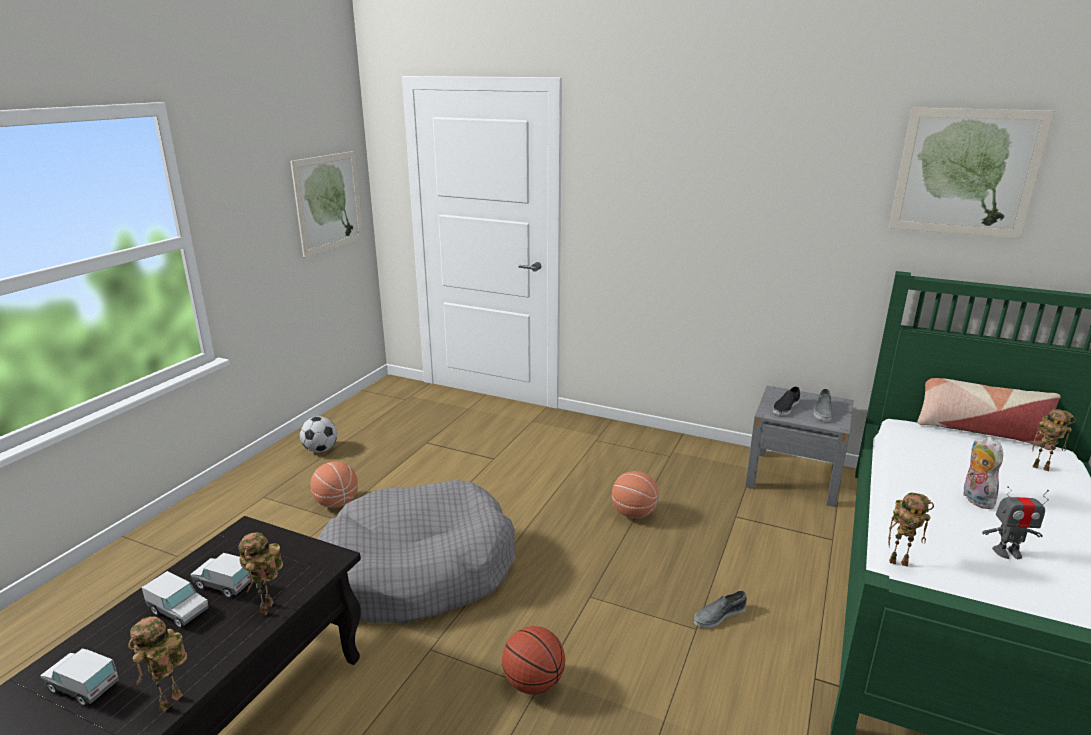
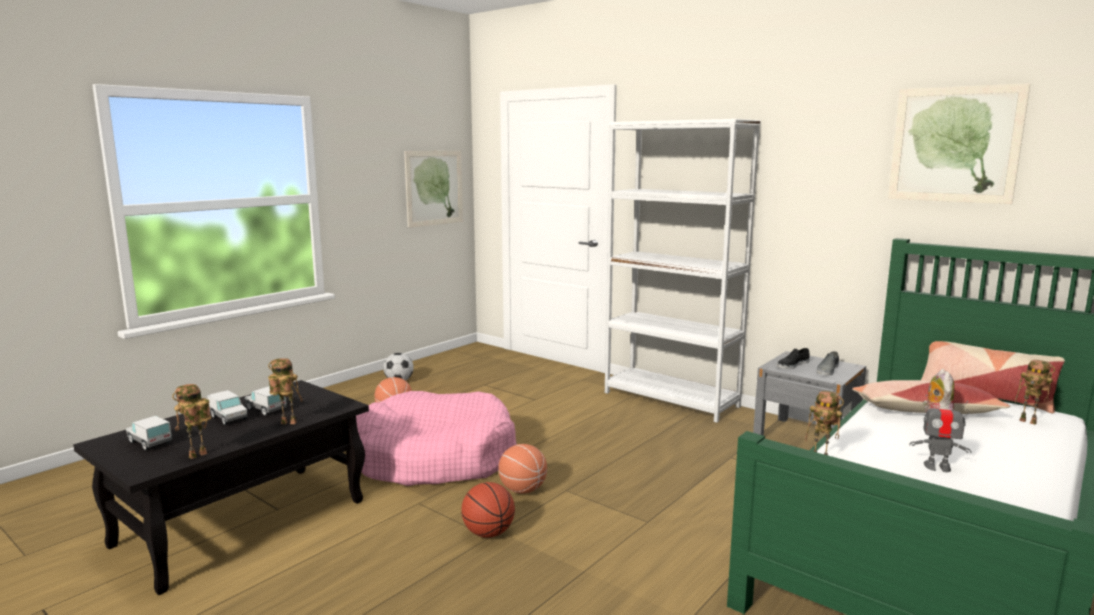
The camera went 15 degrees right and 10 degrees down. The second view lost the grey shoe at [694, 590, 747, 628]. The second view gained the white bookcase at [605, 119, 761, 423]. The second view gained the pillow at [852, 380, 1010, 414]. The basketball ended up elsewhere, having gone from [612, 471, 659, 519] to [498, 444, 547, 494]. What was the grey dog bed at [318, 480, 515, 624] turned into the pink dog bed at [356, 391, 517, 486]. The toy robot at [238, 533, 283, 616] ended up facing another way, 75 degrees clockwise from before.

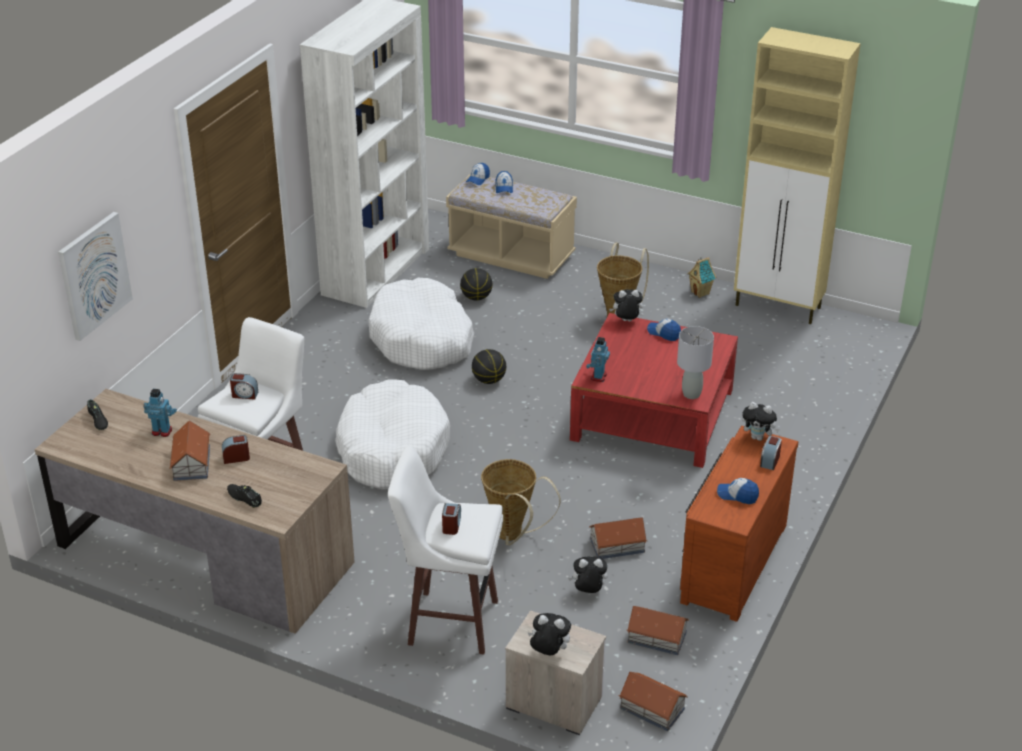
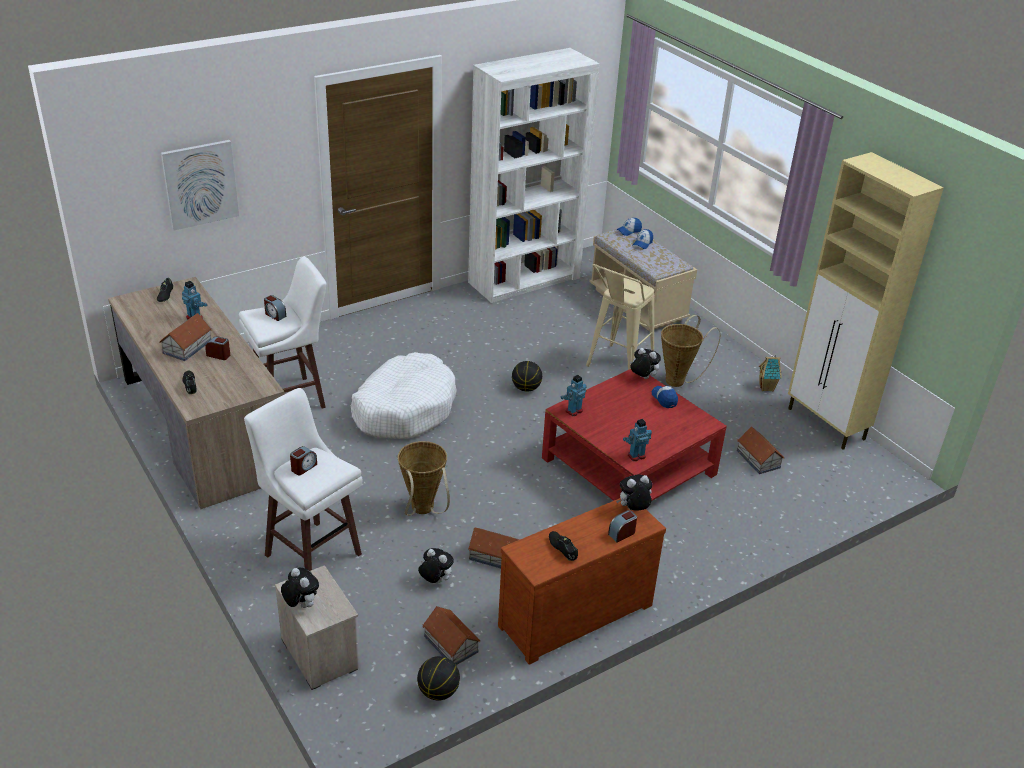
The camera went 30 degrees right and 0 degrees up. The second view lost the white dog bed at [368, 278, 474, 370]. The second view gained the beige stool at [586, 264, 654, 370]. The basketball ended up elsewhere, having gone from [460, 268, 492, 300] to [417, 656, 460, 701]. The toy house ended up elsewhere, having gone from [619, 672, 688, 731] to [737, 427, 785, 474]. Where the grey table lamp stood at [677, 326, 714, 399], the toy robot came to stand at [623, 419, 652, 461]. Where the cap stood at [717, 478, 759, 504], the black shoe came to stand at [549, 531, 578, 561]. The plush toy at [742, 402, 780, 441] ended up facing another way, 105 degrees clockwise from before.

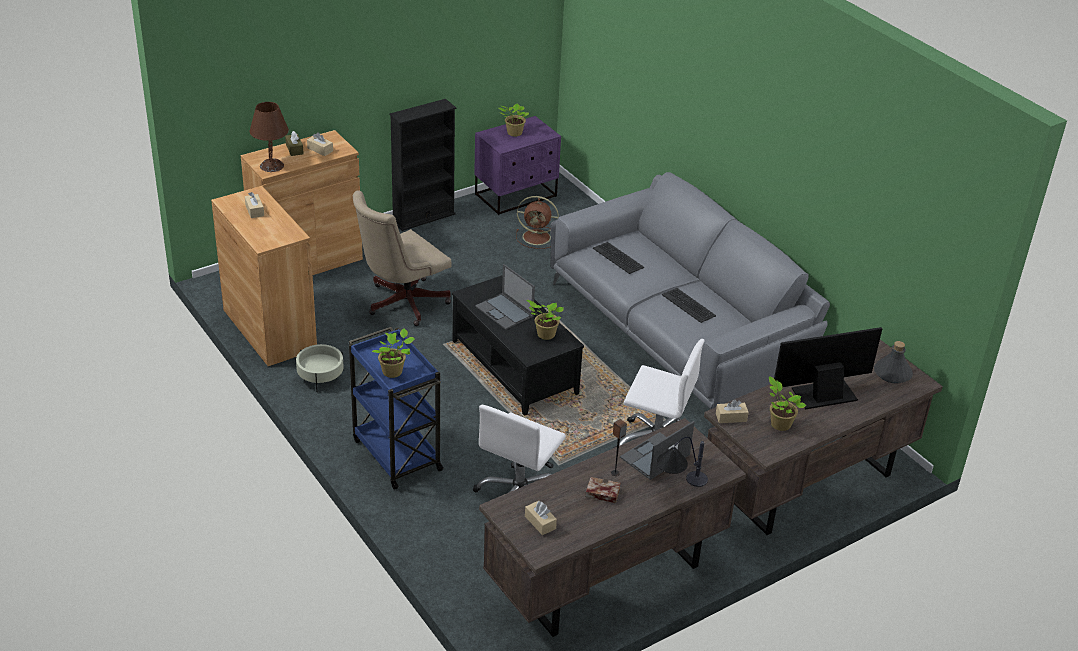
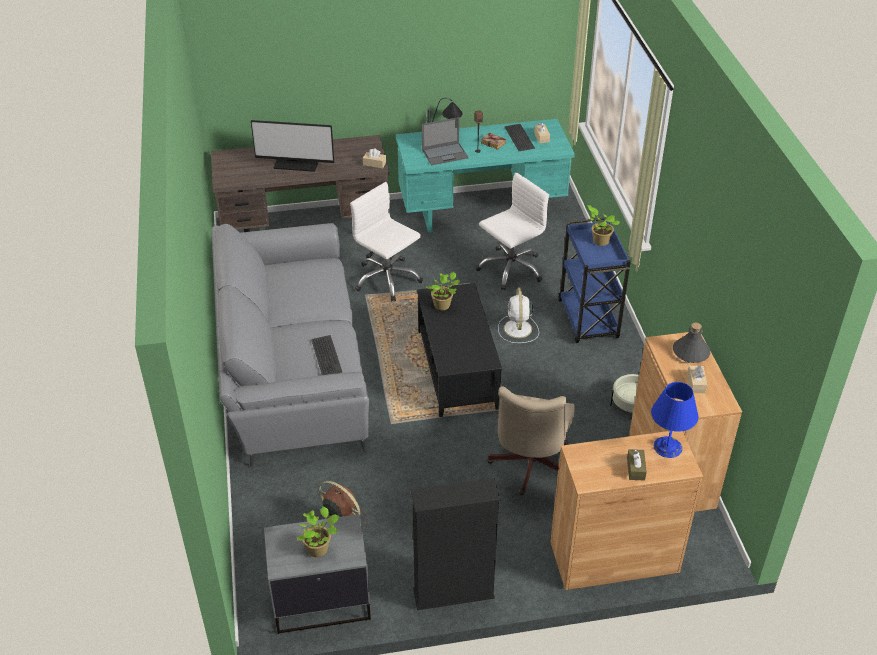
The camera went 155 degrees left and 5 degrees up. The second view lost the beige tissue box at [307, 132, 333, 156]. The second view lost the laptop at [475, 264, 535, 330]. The second view lost the potted plant at [769, 376, 807, 431]. The second view gained the white fan at [498, 287, 539, 343]. The keyboard ended up elsewhere, having gone from [662, 288, 716, 323] to [505, 124, 535, 151]. The grey bottle ended up elsewhere, having gone from [874, 341, 913, 384] to [673, 323, 710, 363]. What was the brown table lamp at [250, 102, 289, 172] turned into the blue table lamp at [651, 382, 698, 458]. What was the purple nightstand at [474, 116, 561, 215] turned into the grey nightstand at [264, 514, 371, 634]. What was the brown desk at [479, 418, 746, 637] turned into the turquoise desk at [396, 119, 575, 233]. The beige office chair at [353, 191, 452, 326] ended up facing another way, 120 degrees clockwise from before.

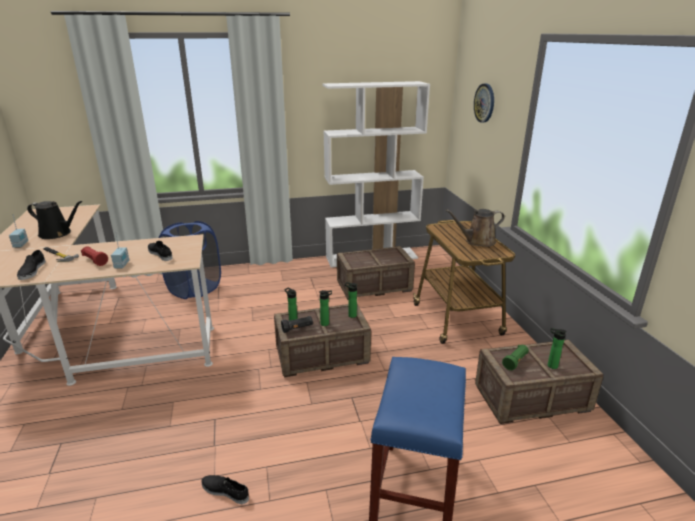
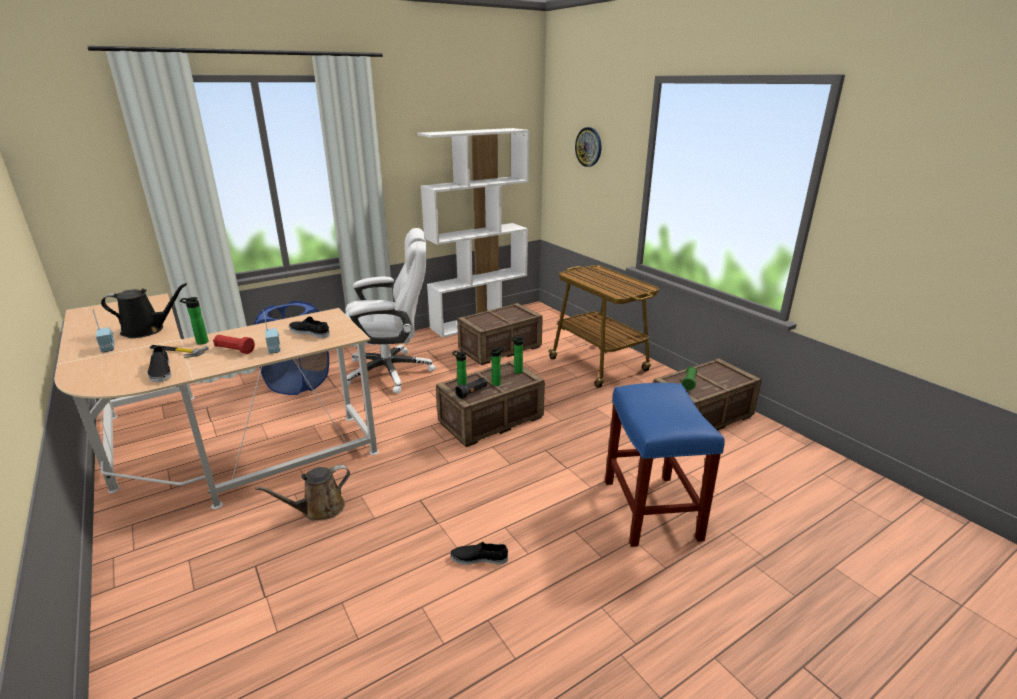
The camera went 20 degrees left and 0 degrees up. The second view gained the white office chair at [345, 228, 436, 394]. The brown watering can ended up elsewhere, having gone from [445, 209, 505, 247] to [255, 465, 350, 521]. The bottle ended up elsewhere, having gone from [548, 328, 567, 369] to [180, 297, 208, 345].

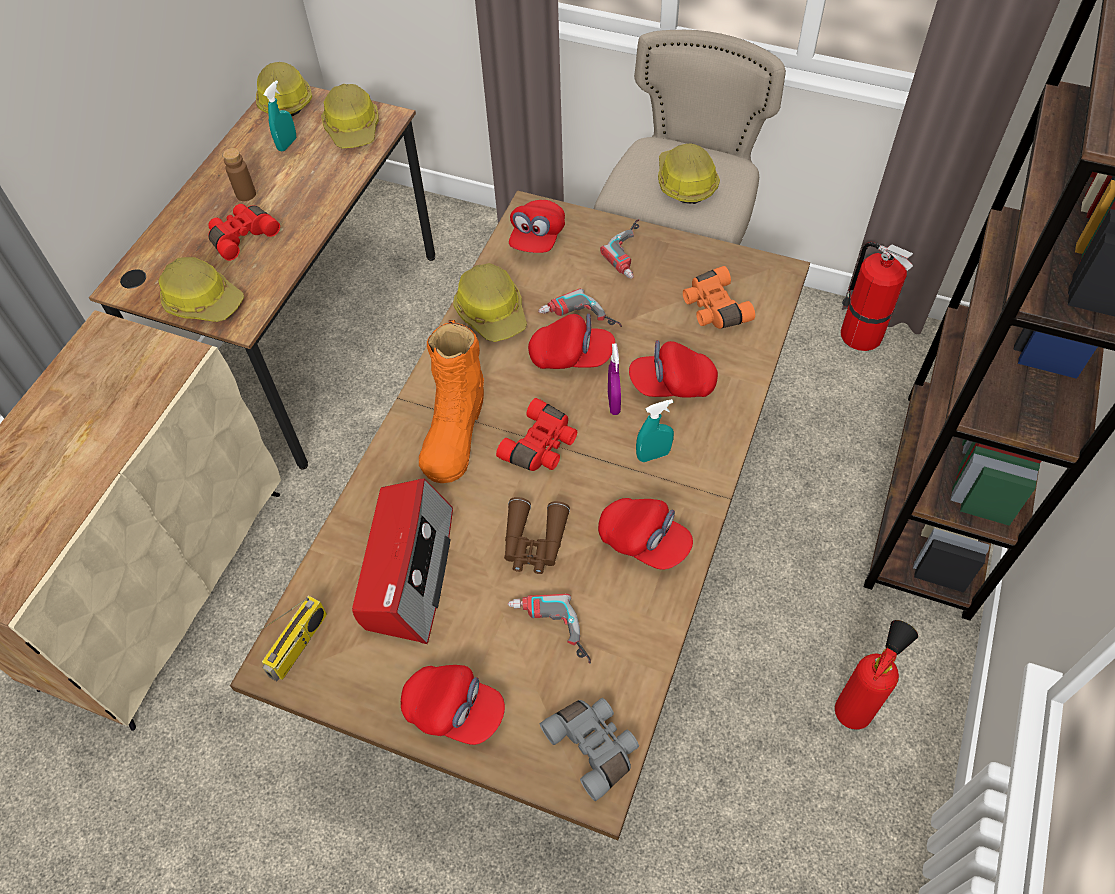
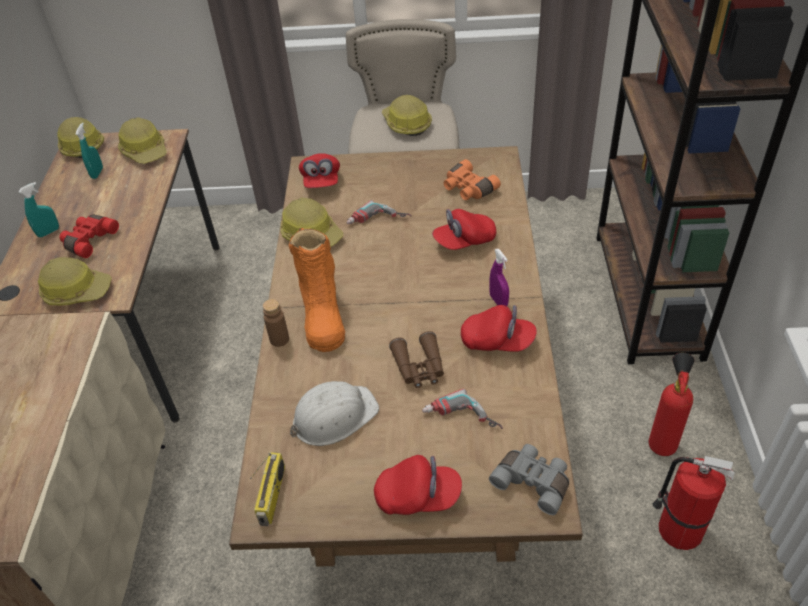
The camera went 20 degrees left and 10 degrees down. The second view lost the red binoculars at [496, 398, 577, 471]. The second view lost the red cap at [528, 314, 615, 369]. The second view lost the power drill at [600, 219, 639, 279]. The brown bottle ended up elsewhere, having gone from [222, 148, 256, 201] to [263, 299, 289, 347]. The purple spray bottle ended up elsewhere, having gone from [608, 343, 621, 415] to [489, 249, 509, 306]. The turquoise spray bottle ended up elsewhere, having gone from [636, 399, 674, 462] to [19, 182, 59, 237]. The fire extinguisher ended up elsewhere, having gone from [841, 242, 913, 351] to [653, 456, 735, 550]. Where the radio stood at [352, 479, 453, 644], the white hard hat came to stand at [290, 381, 379, 446].

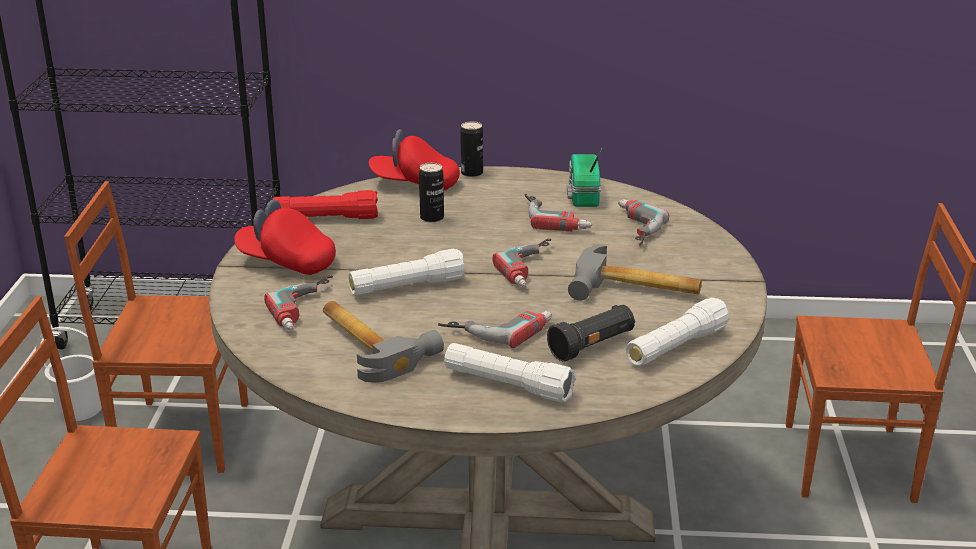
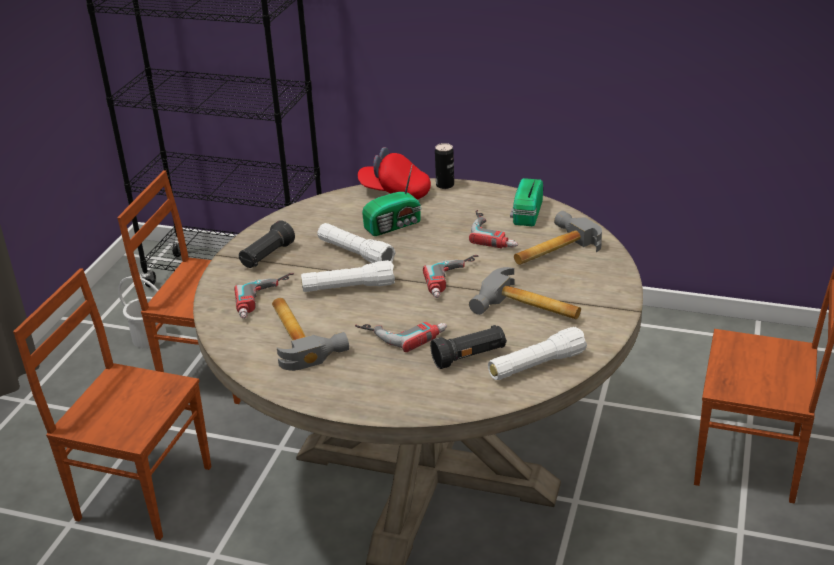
The camera went 15 degrees right and 5 degrees up. The second view lost the red flashlight at [272, 190, 378, 219]. The white flashlight ended up elsewhere, having gone from [444, 343, 576, 402] to [317, 223, 396, 263]. Where the red cap stood at [234, 199, 336, 275], the black flashlight came to stand at [239, 220, 295, 268]. Where the can stood at [419, 163, 444, 223], the radio came to stand at [362, 166, 421, 236]. Where the power drill stood at [618, 199, 669, 246], the hammer came to stand at [514, 211, 602, 265].

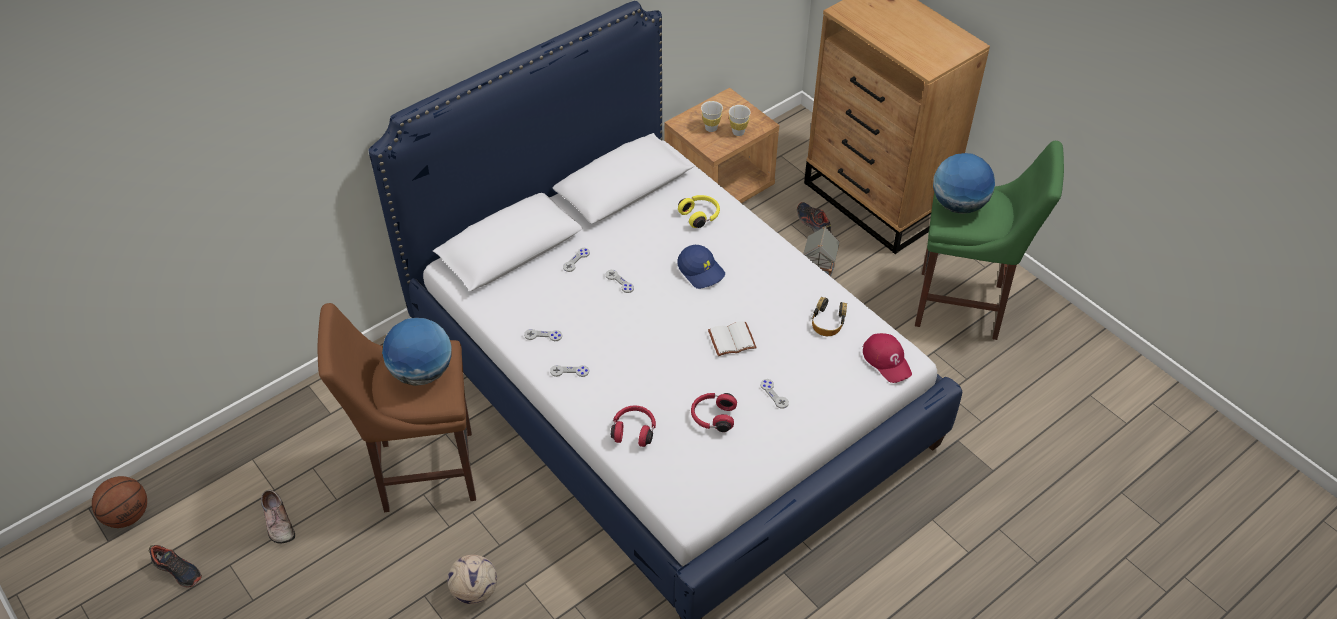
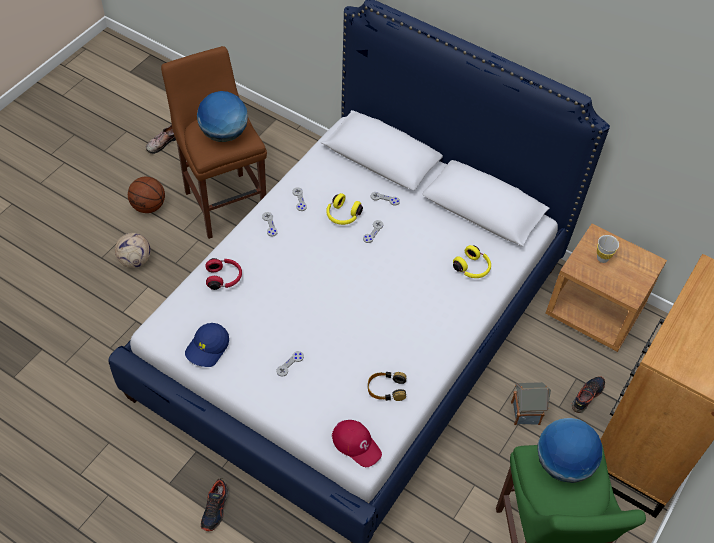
The camera went 70 degrees right and 5 degrees up. The second view lost the red headphones at [691, 393, 737, 432]. The second view lost the white book at [708, 321, 757, 356]. The second view lost the white cup at [729, 105, 751, 136]. The second view gained the yellow headphones at [326, 193, 363, 225]. The basketball ended up elsewhere, having gone from [92, 476, 147, 528] to [128, 177, 165, 213]. The shoe ended up elsewhere, having gone from [148, 545, 202, 588] to [201, 478, 229, 531]. The blue cap ended up elsewhere, having gone from [677, 245, 725, 289] to [185, 323, 229, 367]. The red cap at [863, 333, 912, 383] ended up facing another way, 90 degrees counterclockwise from before.

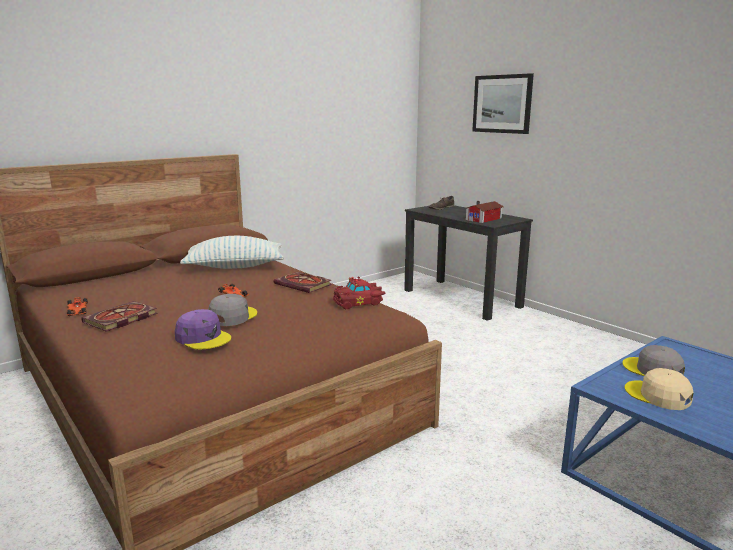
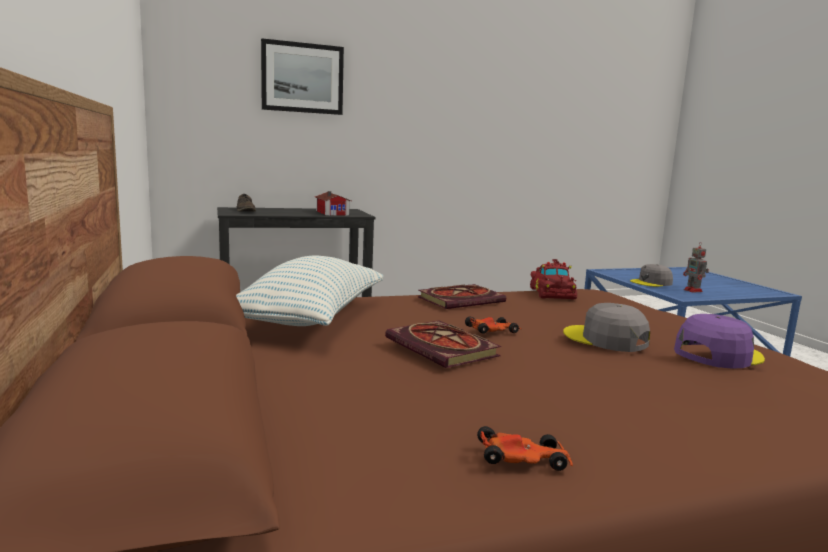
The camera went 70 degrees left and 5 degrees down. The book ended up elsewhere, having gone from [81, 301, 158, 332] to [385, 321, 501, 368]. Where the beige cap stood at [625, 368, 693, 410], the toy robot came to stand at [683, 243, 709, 293].

